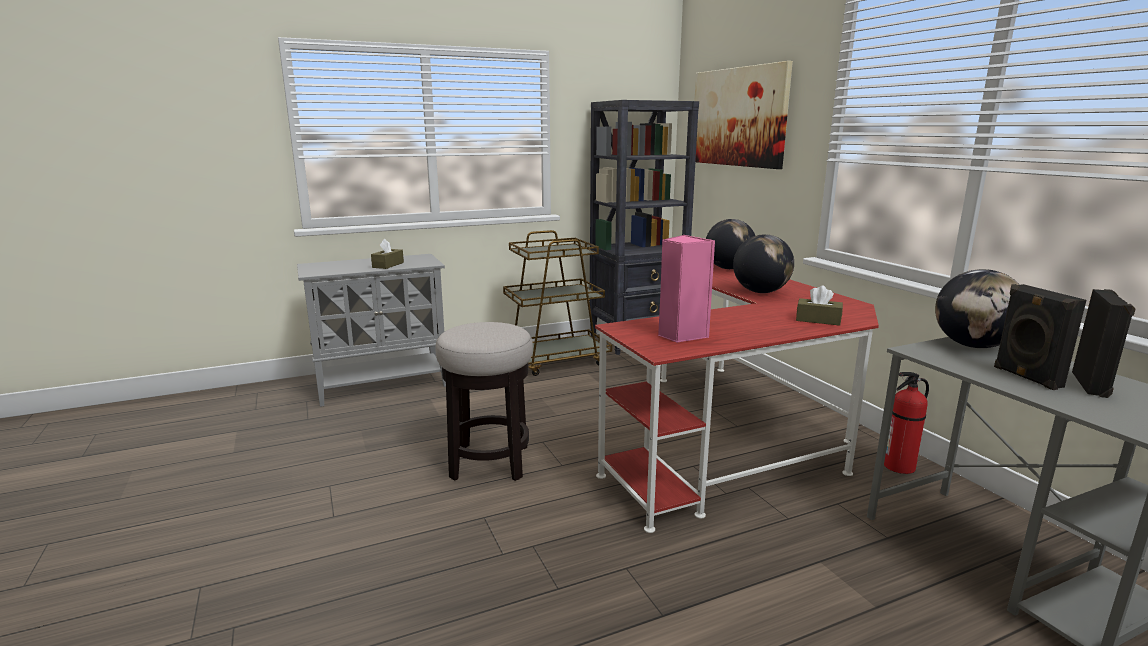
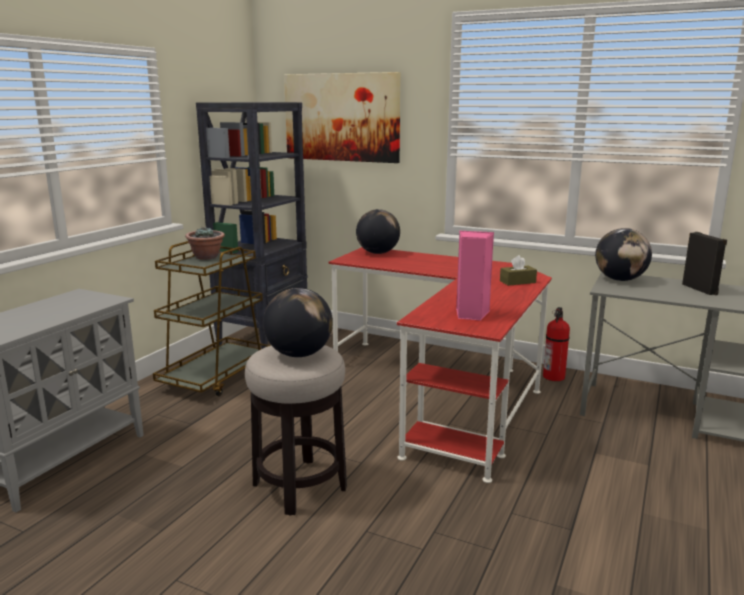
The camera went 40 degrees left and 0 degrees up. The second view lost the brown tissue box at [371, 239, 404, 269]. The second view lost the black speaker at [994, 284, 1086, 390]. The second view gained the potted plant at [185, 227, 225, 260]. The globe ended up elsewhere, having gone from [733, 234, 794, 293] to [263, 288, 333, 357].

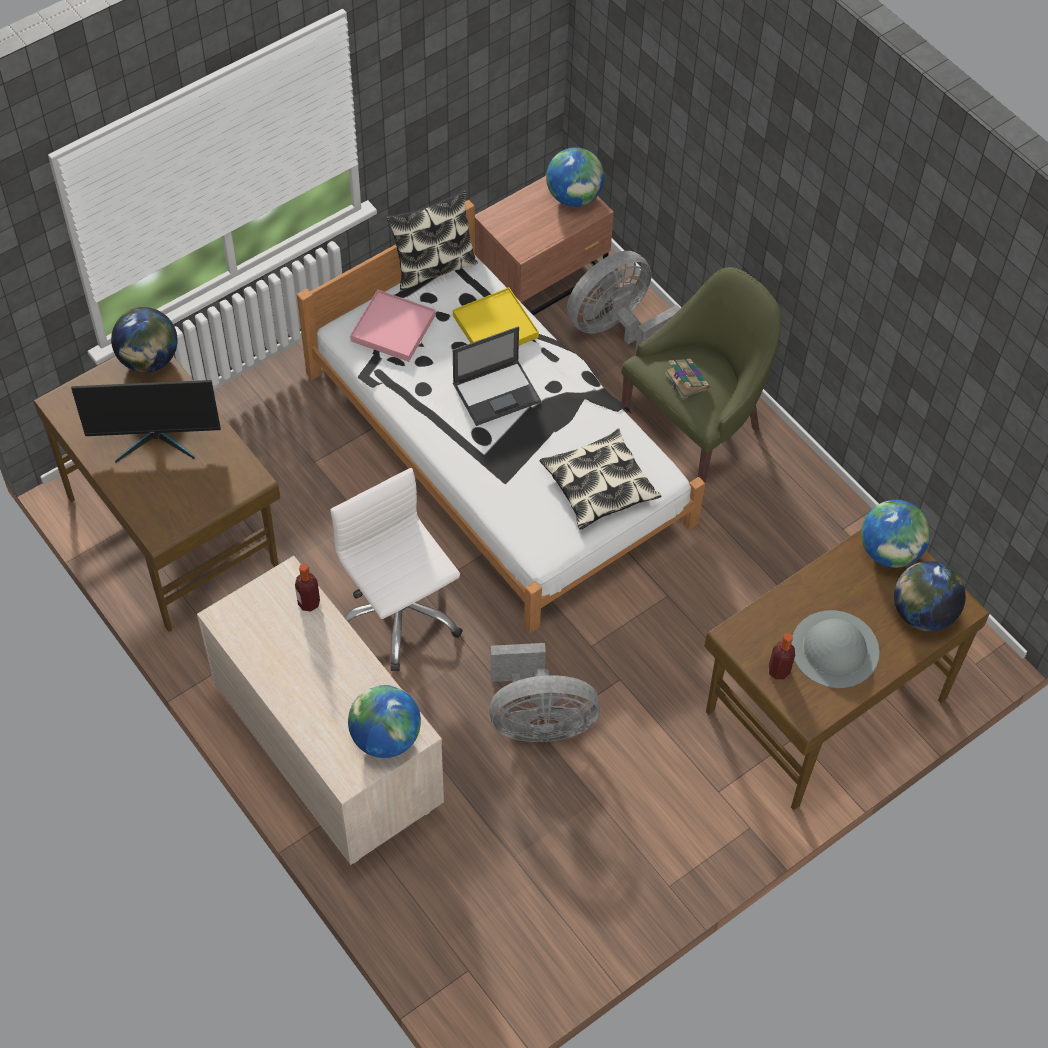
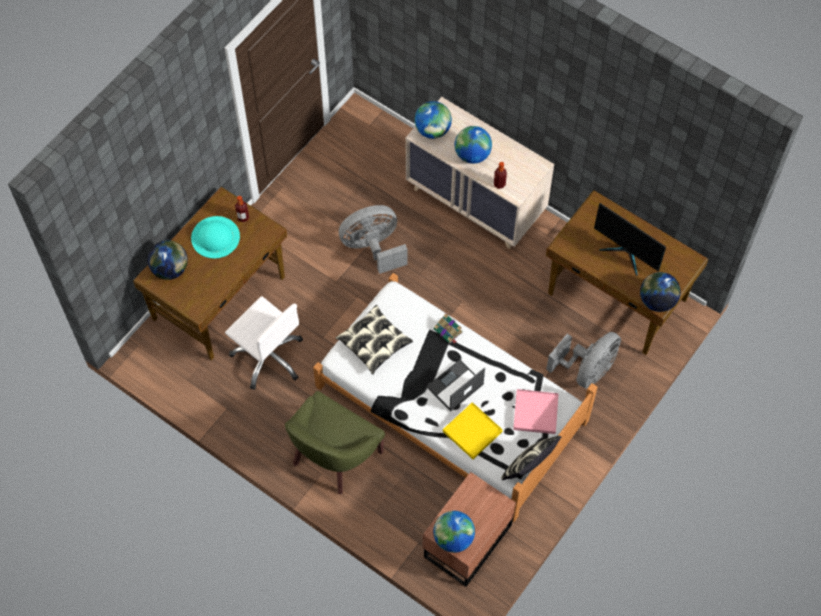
The camera went 165 degrees right and 5 degrees up. The white office chair ended up elsewhere, having gone from [330, 468, 463, 671] to [225, 296, 303, 390]. The grey fan ended up elsewhere, having gone from [567, 251, 681, 356] to [546, 332, 621, 389]. The book ended up elsewhere, having gone from [665, 359, 709, 400] to [434, 314, 463, 344]. The globe ended up elsewhere, having gone from [861, 500, 930, 568] to [455, 126, 492, 164]. What was the grey hat at [791, 610, 879, 688] turned into the turquoise hat at [191, 216, 240, 259]. The monitor at [71, 380, 221, 463] ended up facing another way, 120 degrees counterclockwise from before.

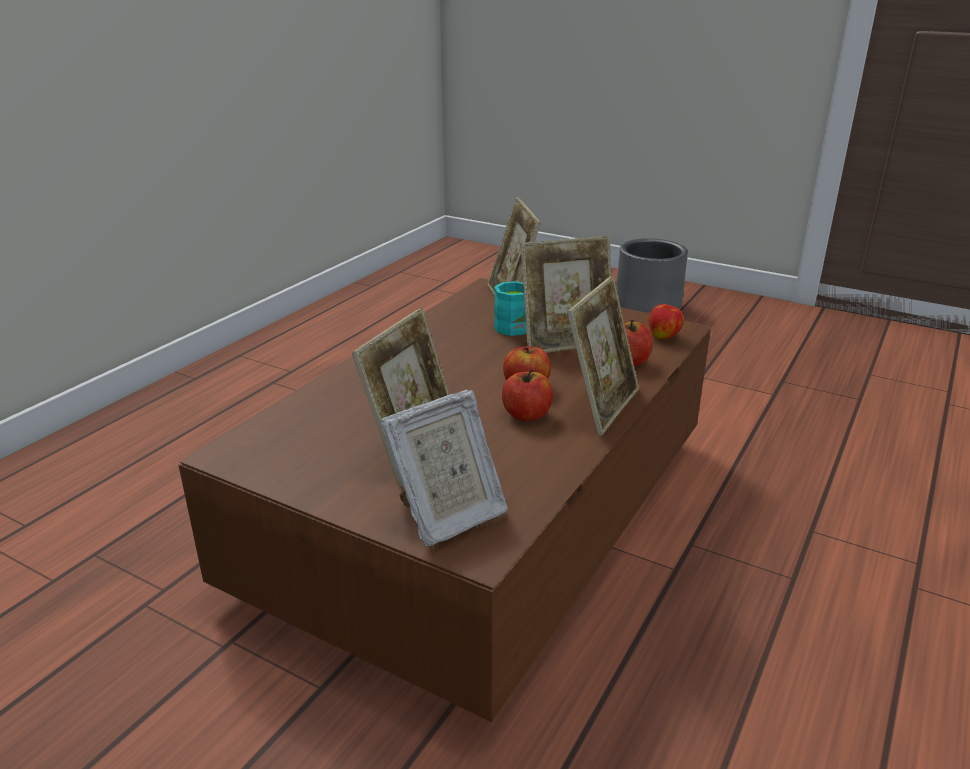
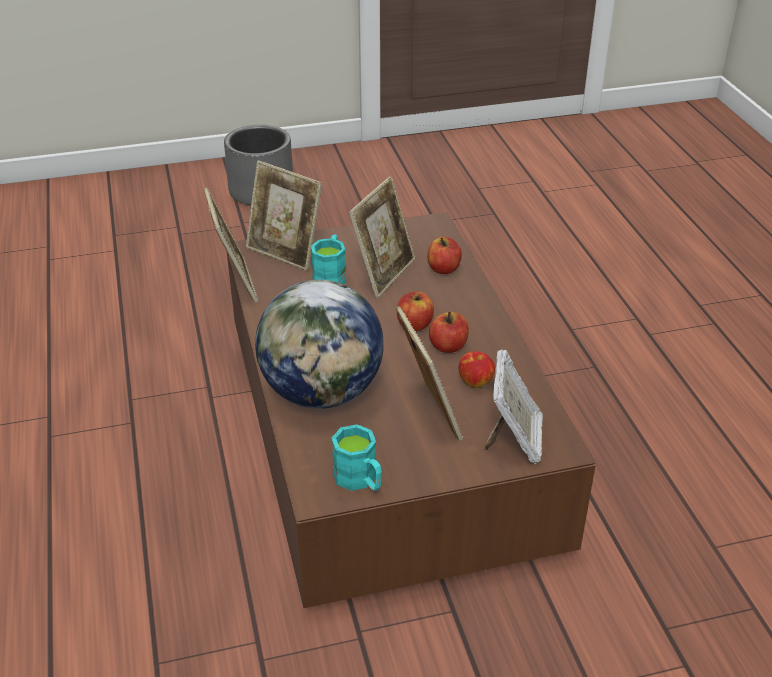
The camera went 45 degrees left and 10 degrees up. The second view gained the globe at [255, 280, 384, 409]. The second view gained the turquoise mug at [332, 424, 382, 491]. The picture frame ended up elsewhere, having gone from [567, 276, 639, 435] to [204, 187, 258, 303]. The apple ended up elsewhere, having gone from [648, 304, 684, 339] to [459, 351, 495, 388].

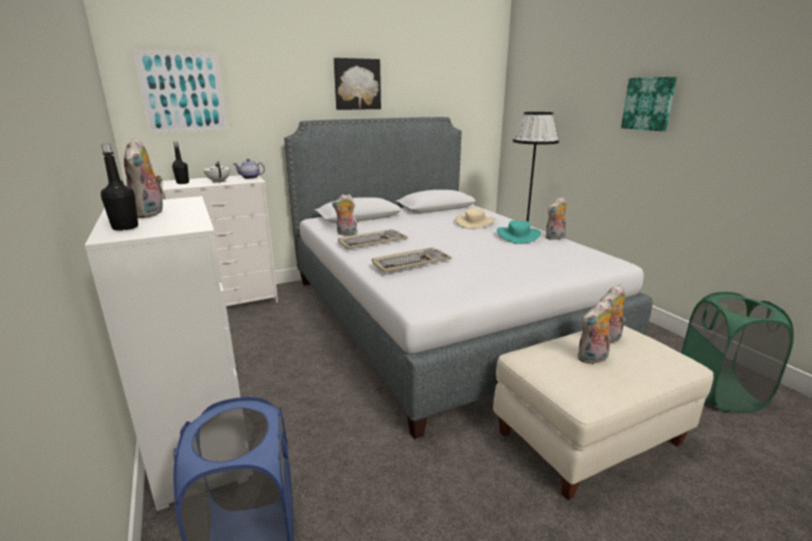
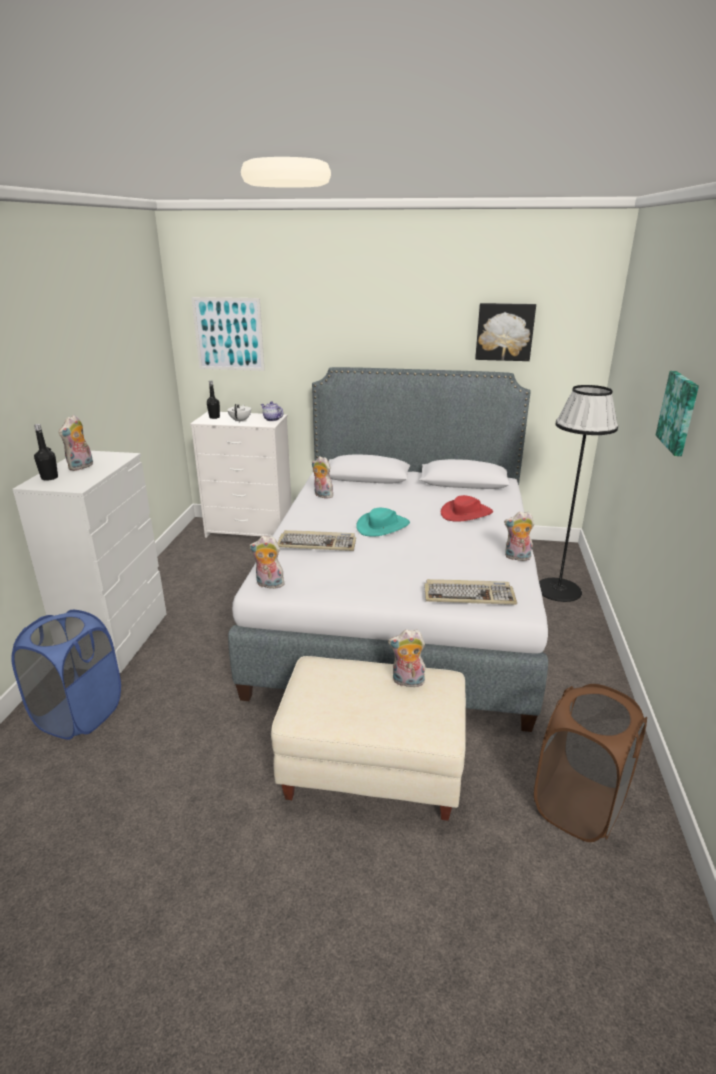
The camera went 35 degrees right and 5 degrees up. The picture ended up elsewhere, having gone from [334, 58, 381, 110] to [475, 303, 536, 361]. The keyboard ended up elsewhere, having gone from [338, 229, 408, 249] to [424, 579, 517, 605]. The turquoise hat ended up elsewhere, having gone from [497, 220, 541, 244] to [356, 508, 410, 537]. The plush toy ended up elsewhere, having gone from [577, 300, 612, 364] to [249, 536, 285, 589]. What was the beige hat at [455, 208, 495, 229] turned into the red hat at [441, 495, 493, 522]. What was the green laundry basket at [681, 292, 794, 413] turned into the brown laundry basket at [534, 684, 647, 842].

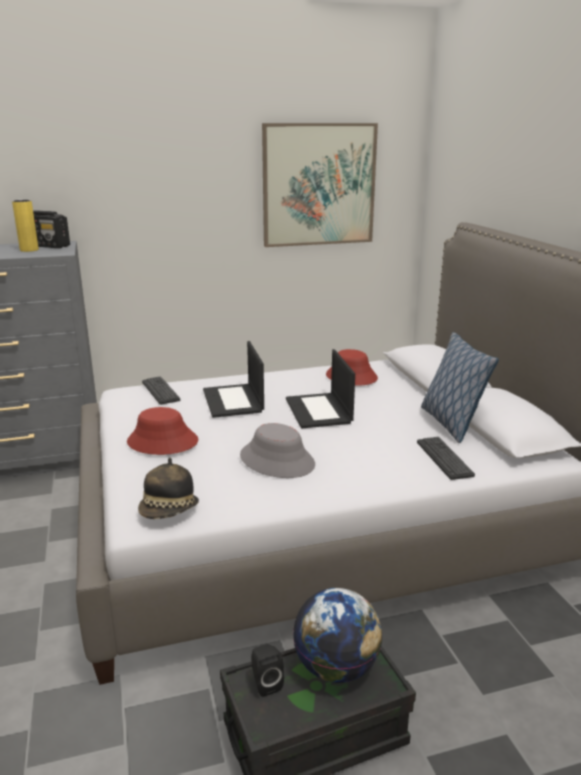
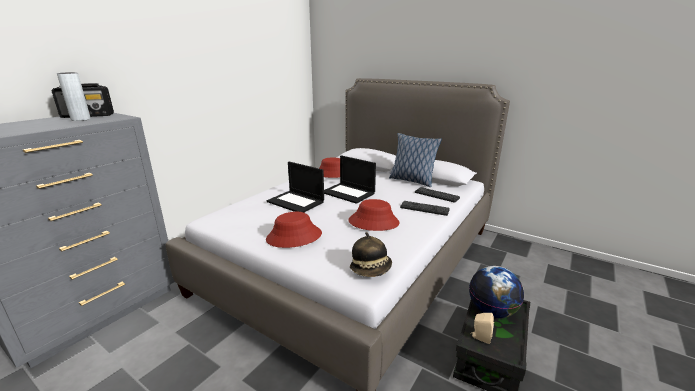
The camera went 40 degrees left and 0 degrees up. The second view lost the picture at [262, 123, 378, 247]. The keyboard ended up elsewhere, having gone from [142, 376, 180, 405] to [400, 201, 450, 216]. What was the yellow vase at [12, 200, 39, 252] turned into the grey vase at [57, 72, 91, 121]. What was the grey hat at [240, 423, 315, 478] turned into the red hat at [348, 199, 399, 231]. What was the black speaker at [251, 644, 284, 697] turned into the beige speaker at [470, 313, 494, 344].

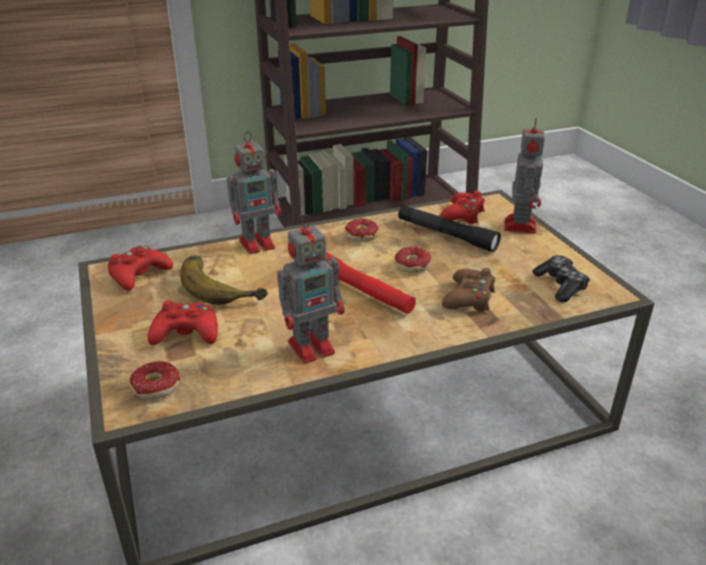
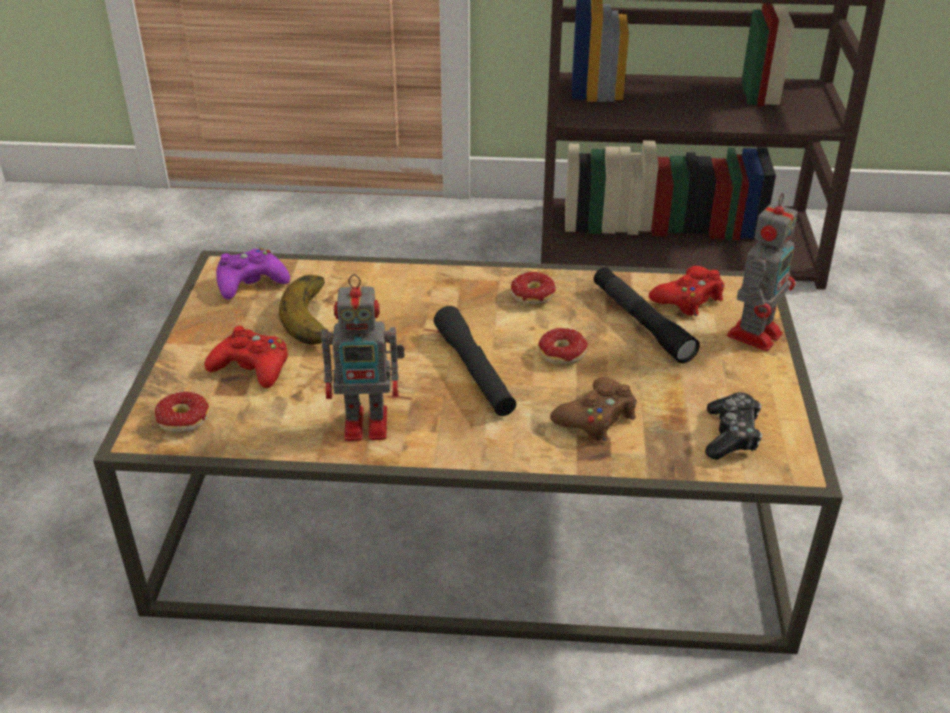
The camera went 25 degrees right and 5 degrees up. The second view lost the toy robot at [227, 131, 281, 254]. What was the red game controller at [108, 246, 173, 290] turned into the purple game controller at [216, 248, 290, 300]. What was the red flashlight at [325, 252, 416, 314] turned into the black flashlight at [434, 306, 516, 416].

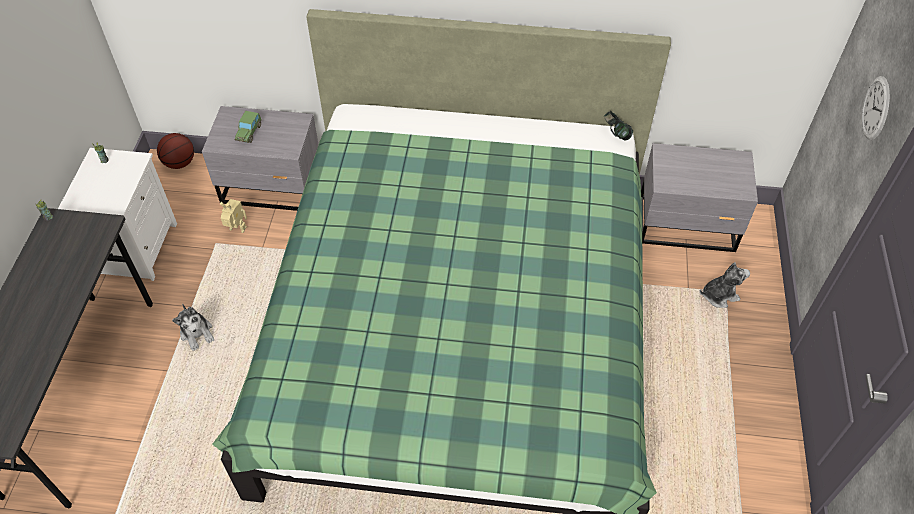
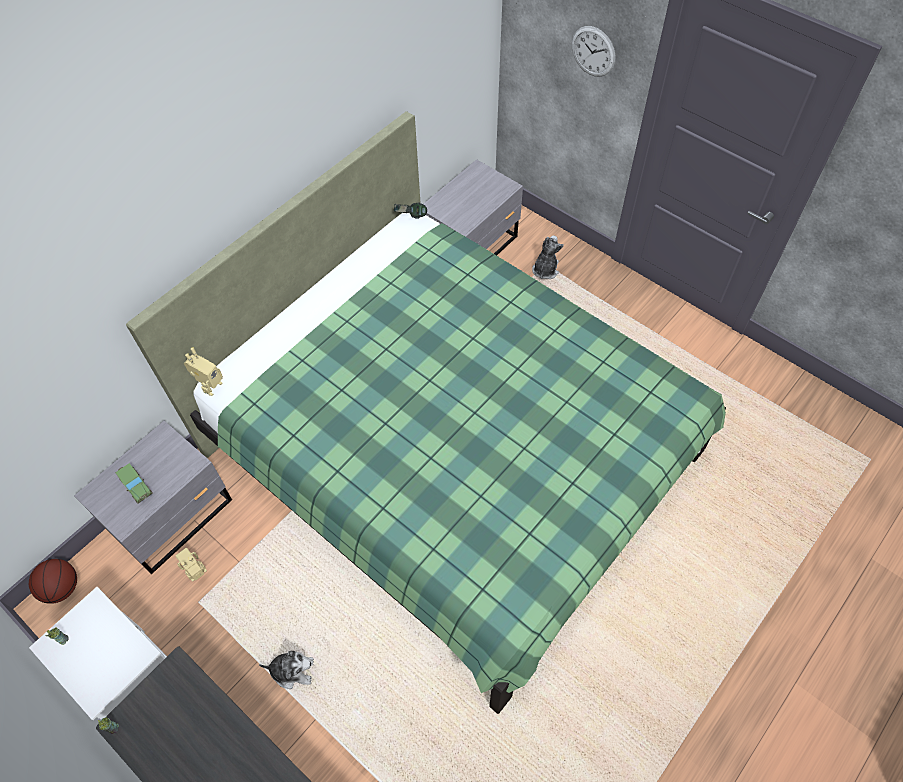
The camera went 55 degrees left and 5 degrees up. The second view gained the toy robot at [184, 348, 223, 396].

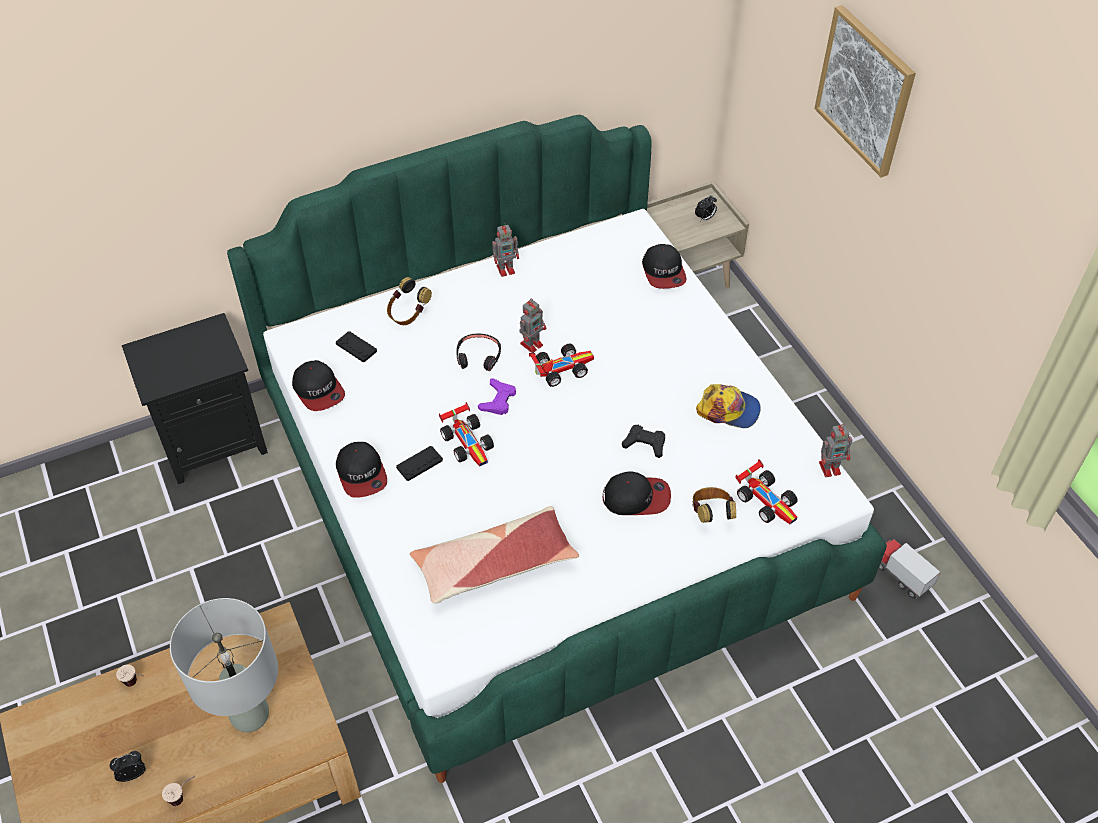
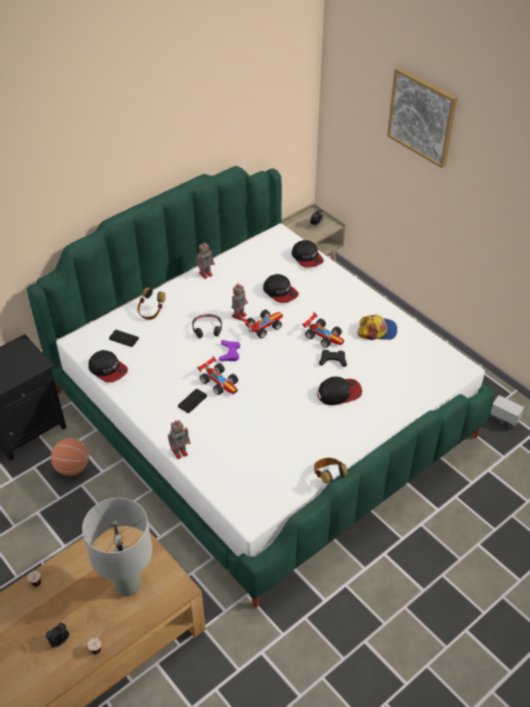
The camera went 15 degrees left and 5 degrees down. The second view lost the pillow at [410, 506, 579, 604]. The second view gained the basketball at [51, 438, 89, 476]. The cap ended up elsewhere, having gone from [336, 442, 387, 498] to [263, 274, 299, 303]. The headphones ended up elsewhere, having gone from [692, 487, 736, 523] to [314, 458, 348, 484]. The toy car ended up elsewhere, having gone from [735, 459, 797, 524] to [302, 312, 344, 348]. The toy robot ended up elsewhere, having gone from [819, 424, 852, 477] to [168, 420, 190, 459].

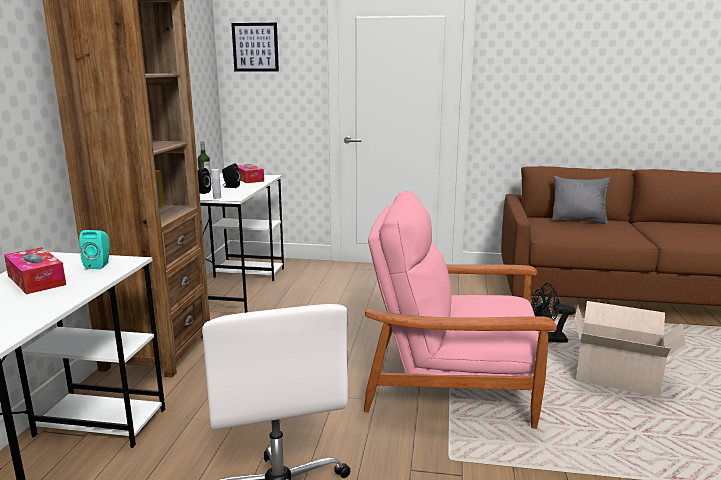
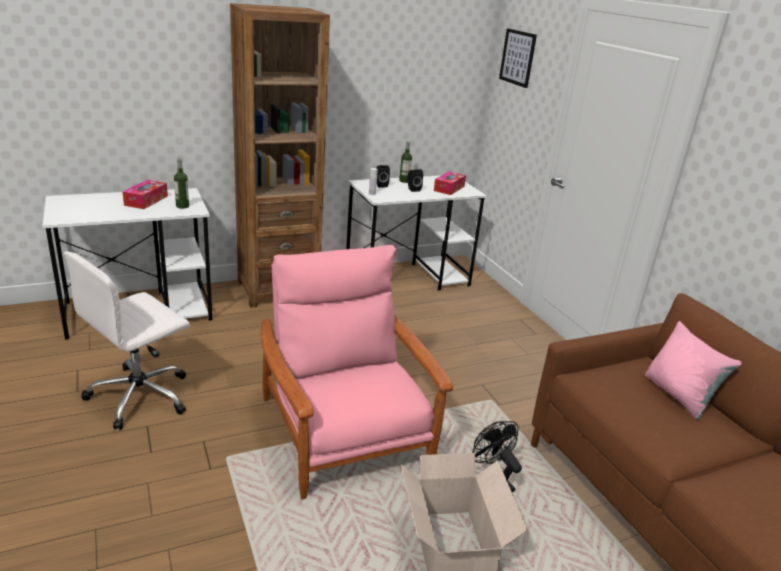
The camera went 55 degrees right and 10 degrees up. Where the turquoise speaker stood at [79, 230, 110, 269], the bottle came to stand at [174, 159, 189, 209]. What was the grey pillow at [552, 176, 610, 224] turned into the pink pillow at [645, 321, 742, 420].

